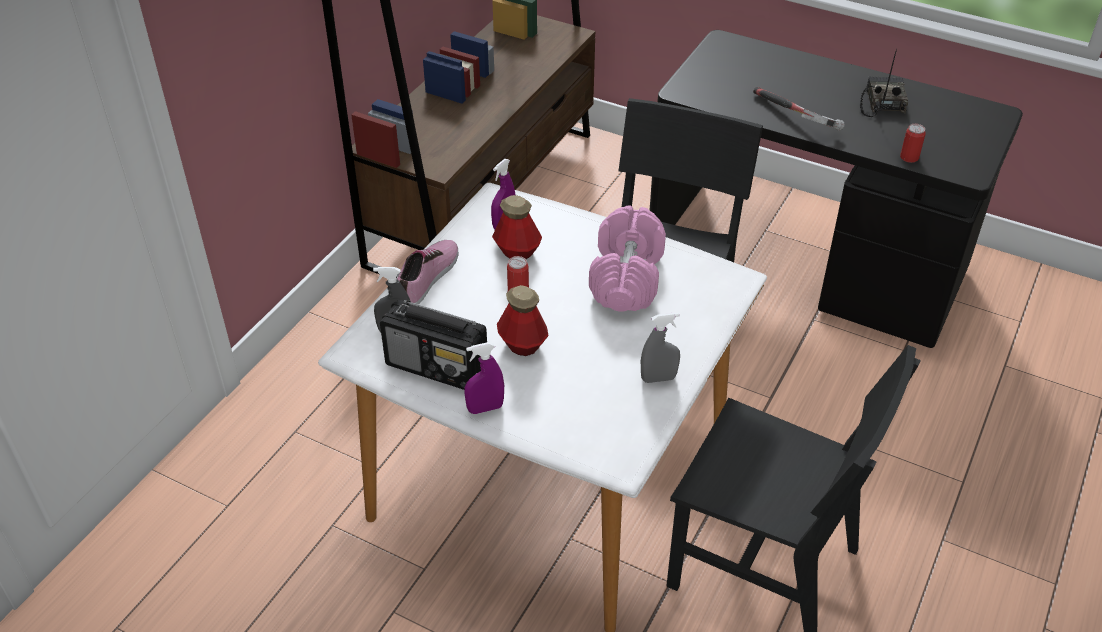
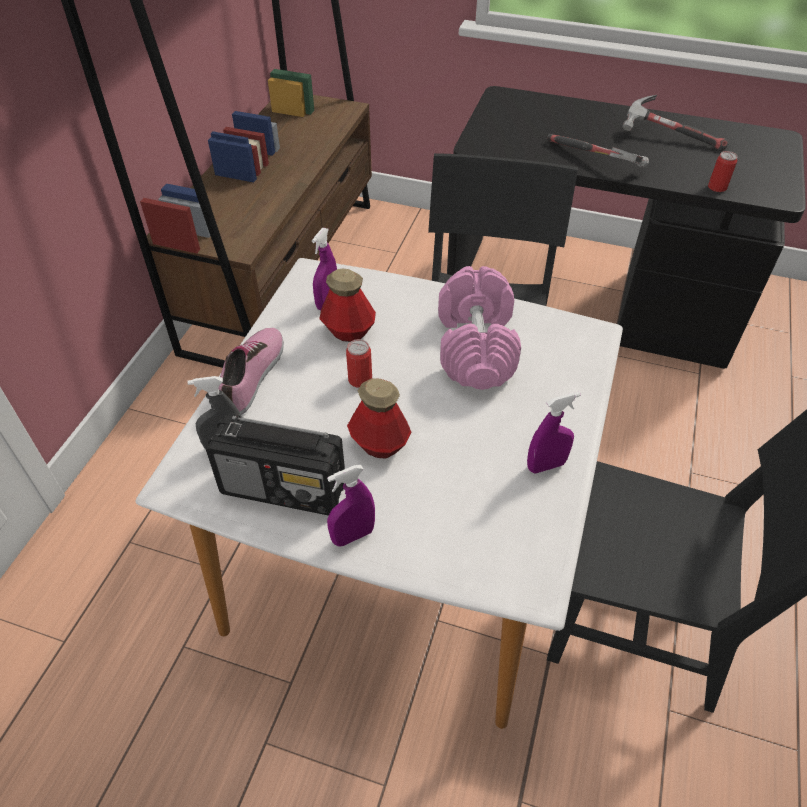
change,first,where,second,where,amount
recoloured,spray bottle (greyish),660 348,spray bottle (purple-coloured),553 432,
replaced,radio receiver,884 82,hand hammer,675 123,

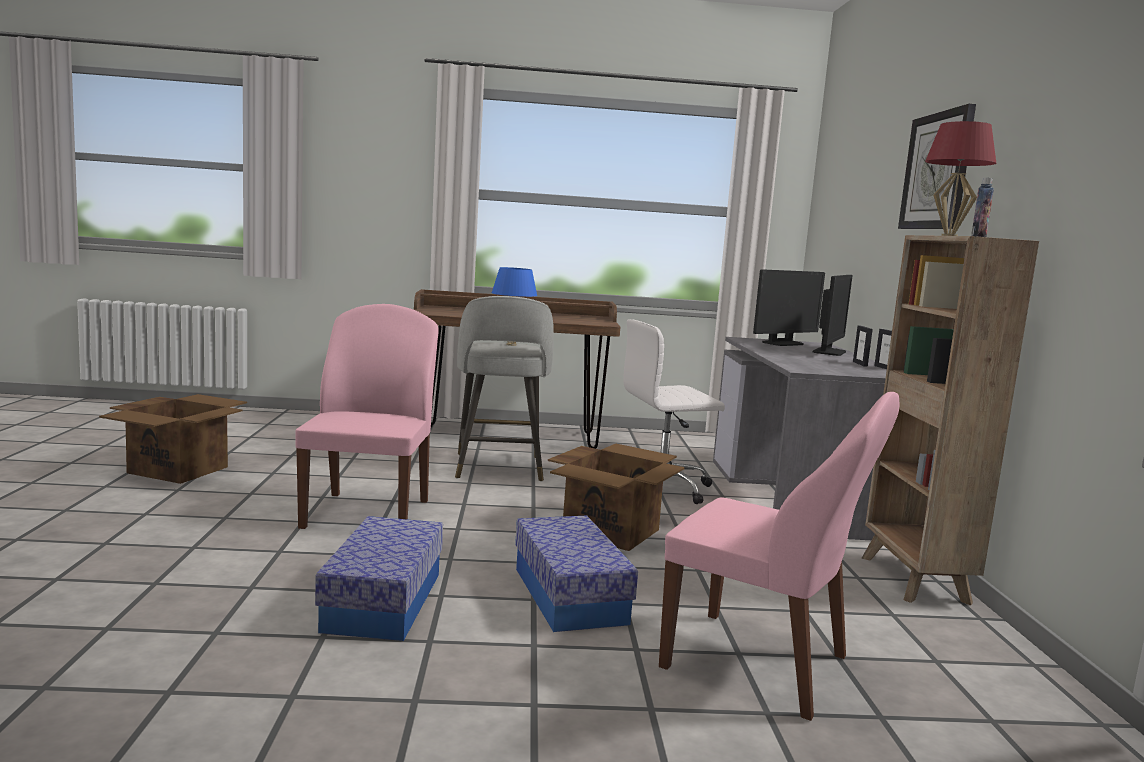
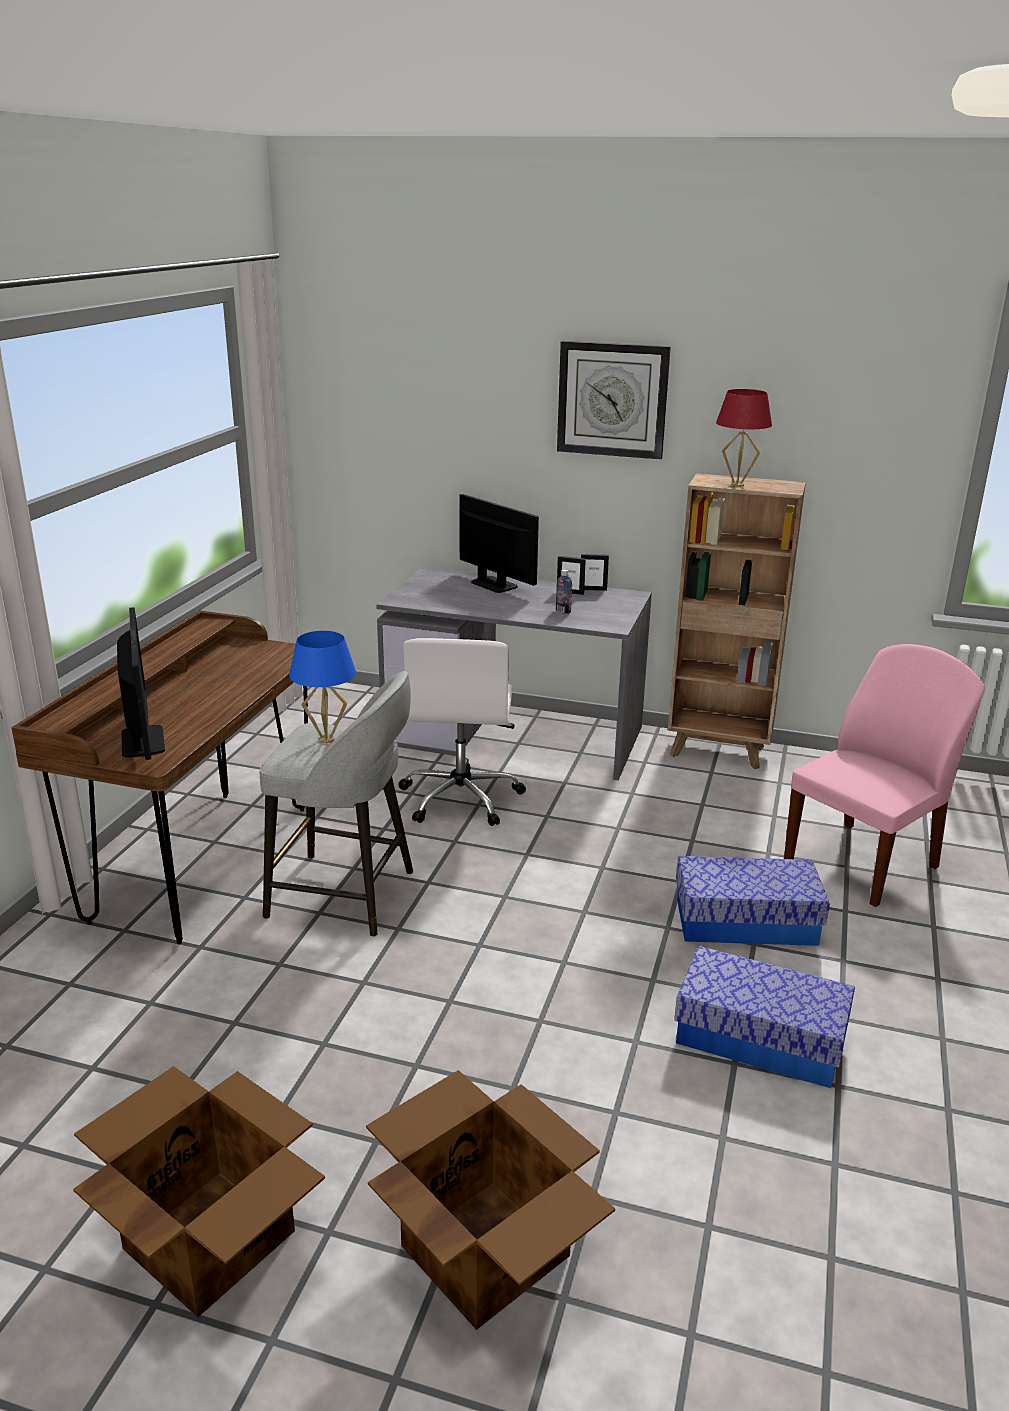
change,first,where,second,where,amount
moved,computer screen,789 307,,141 683,
moved,carton,616 497,,490 1200,
moved,bottle,982 207,,564 591,
removed,plain chair (pink-coloured),367 416,,,

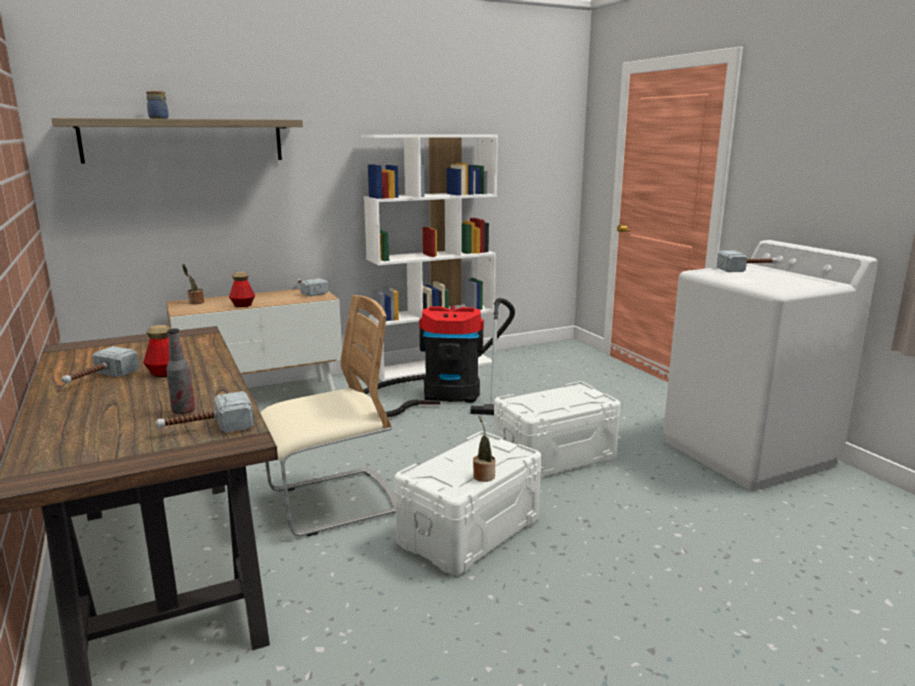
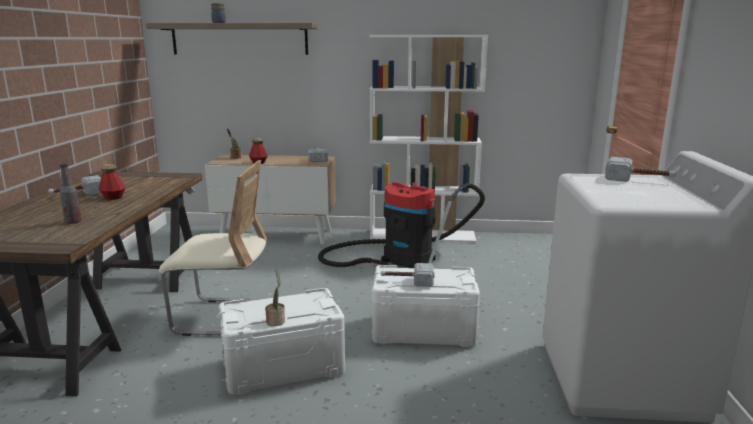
change,first,where,second,where,amount
moved,hand hammer,205 412,,407 275,

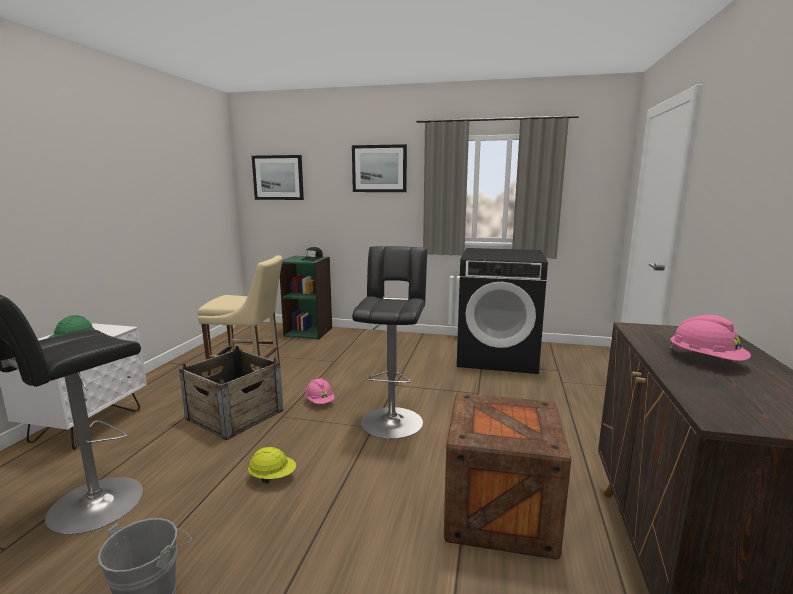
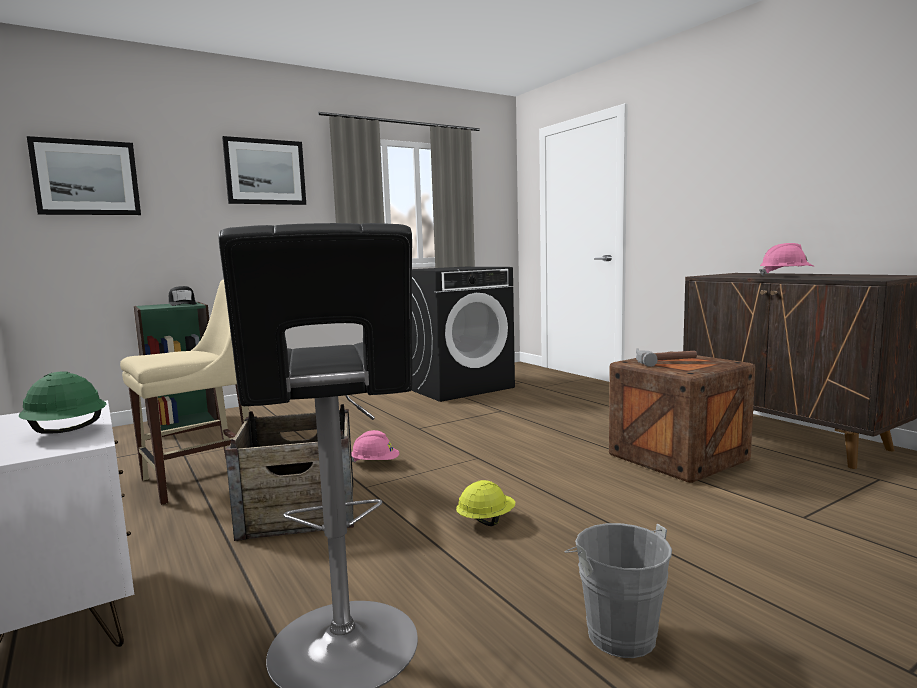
change,first,where,second,where,amount
added,,,hand hammer,666 357,
removed,stool (blackish),389 342,,,

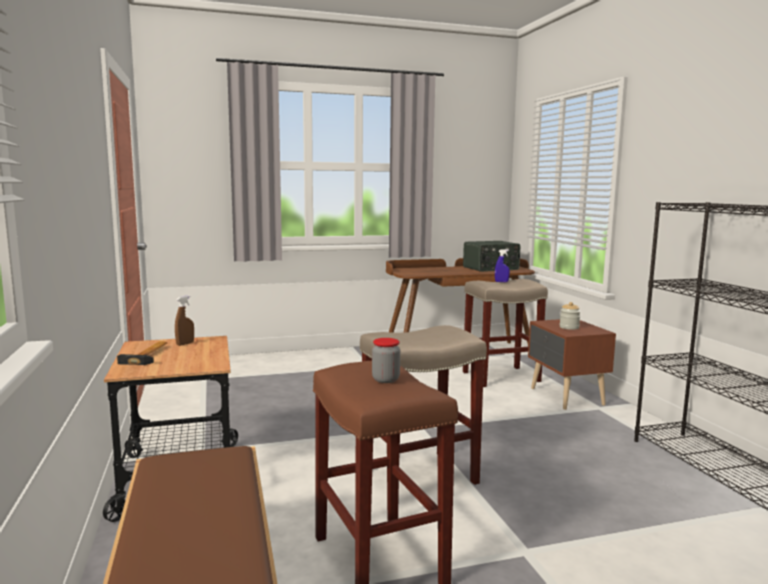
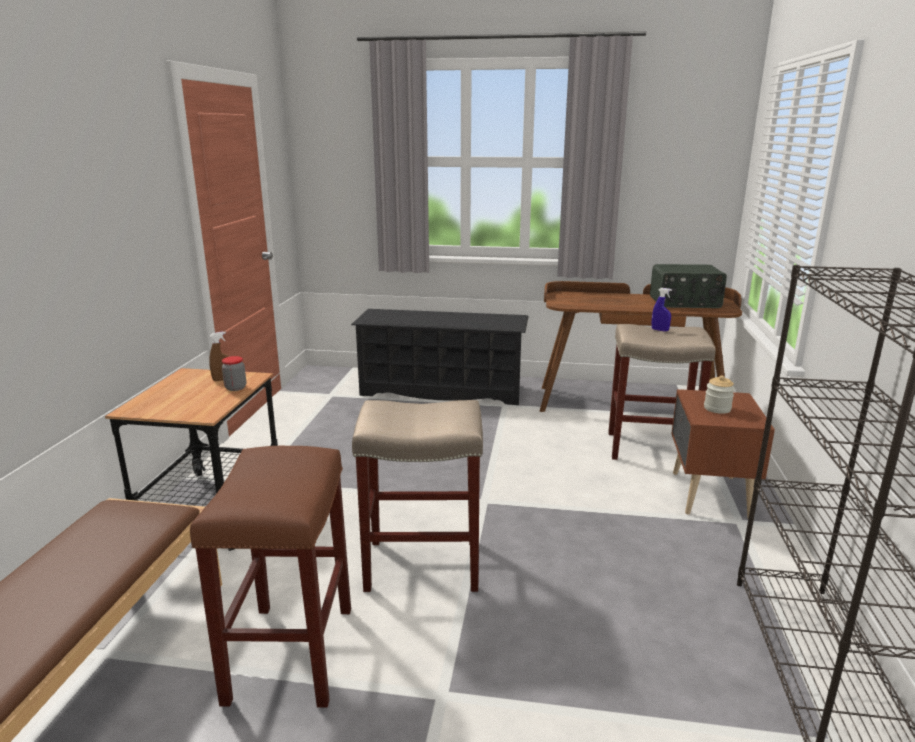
change,first,where,second,where,amount
moved,jar,386 360,,234 373,
added,,,shoe stand (blackish),440 357,
removed,hand hammer,142 353,,,

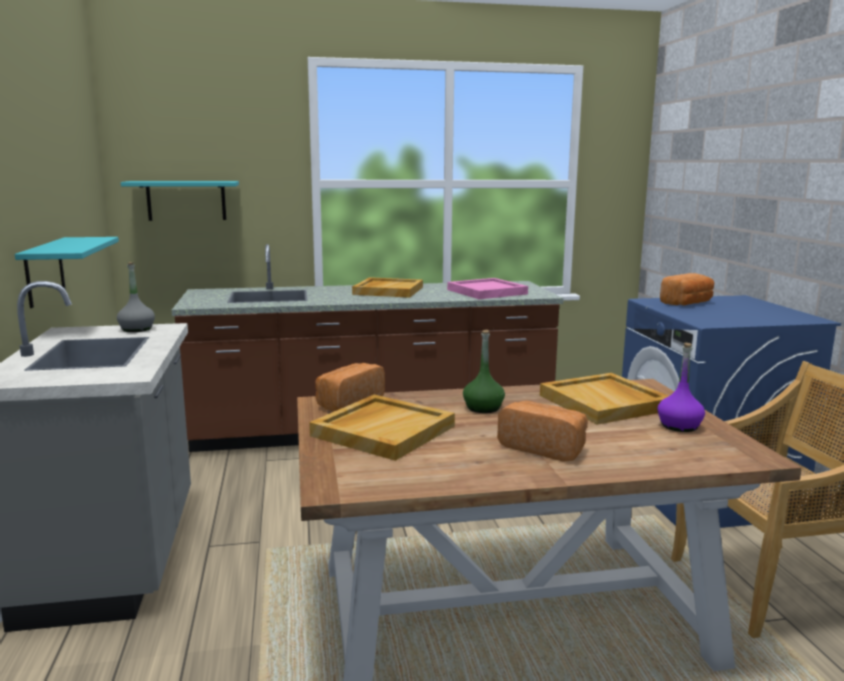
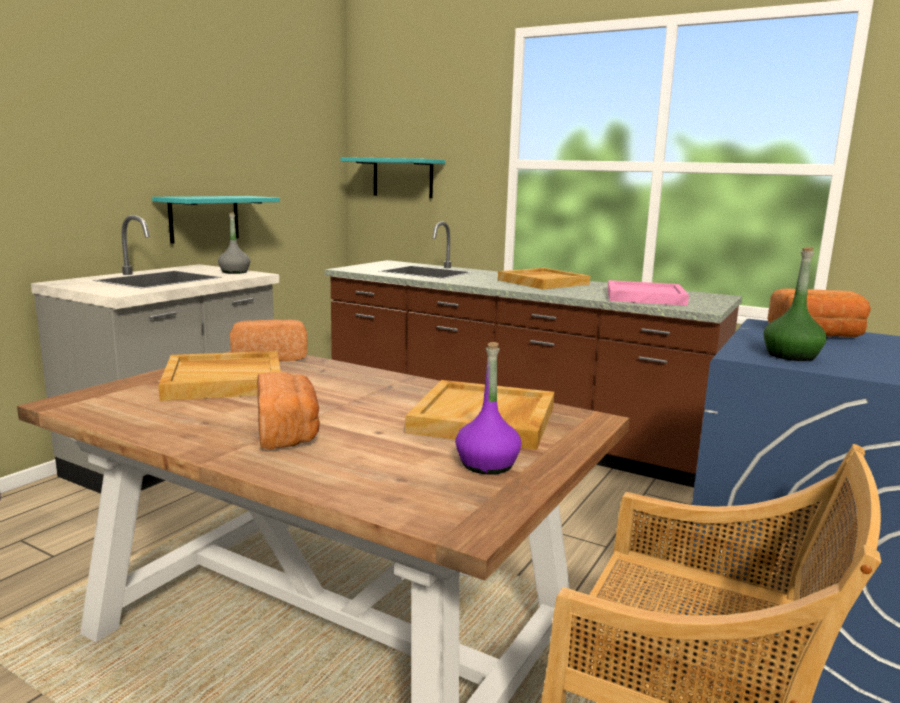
change,first,where,second,where,amount
moved,bottle (green),484 371,,795 304,

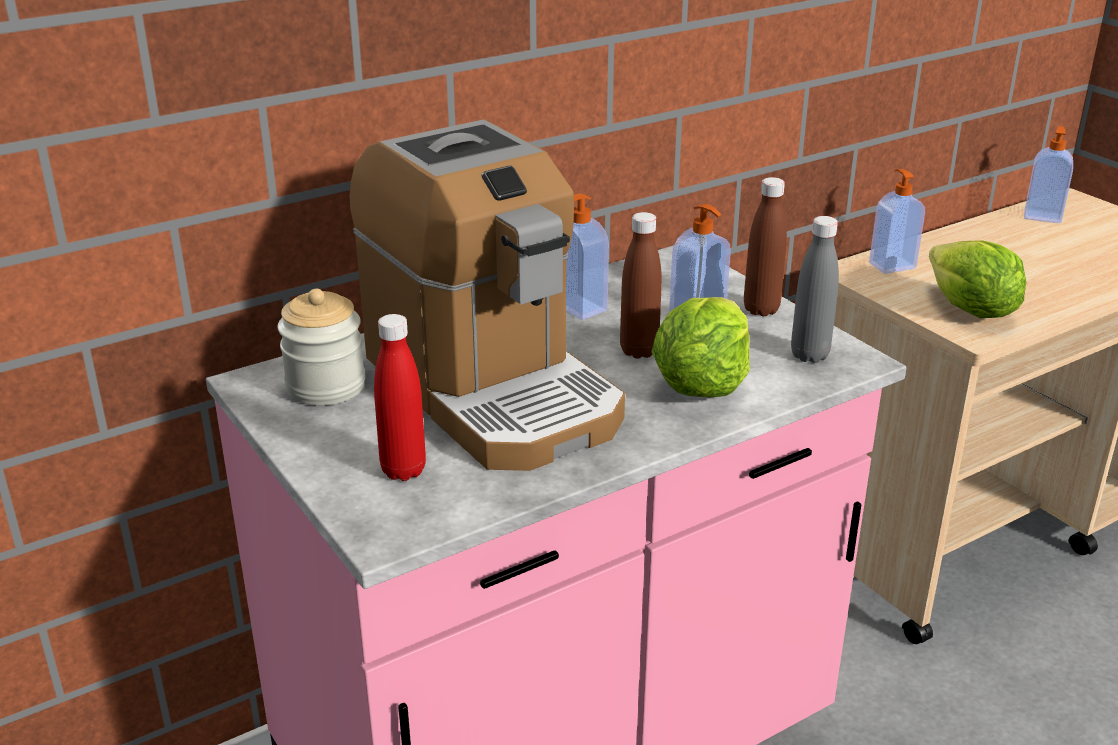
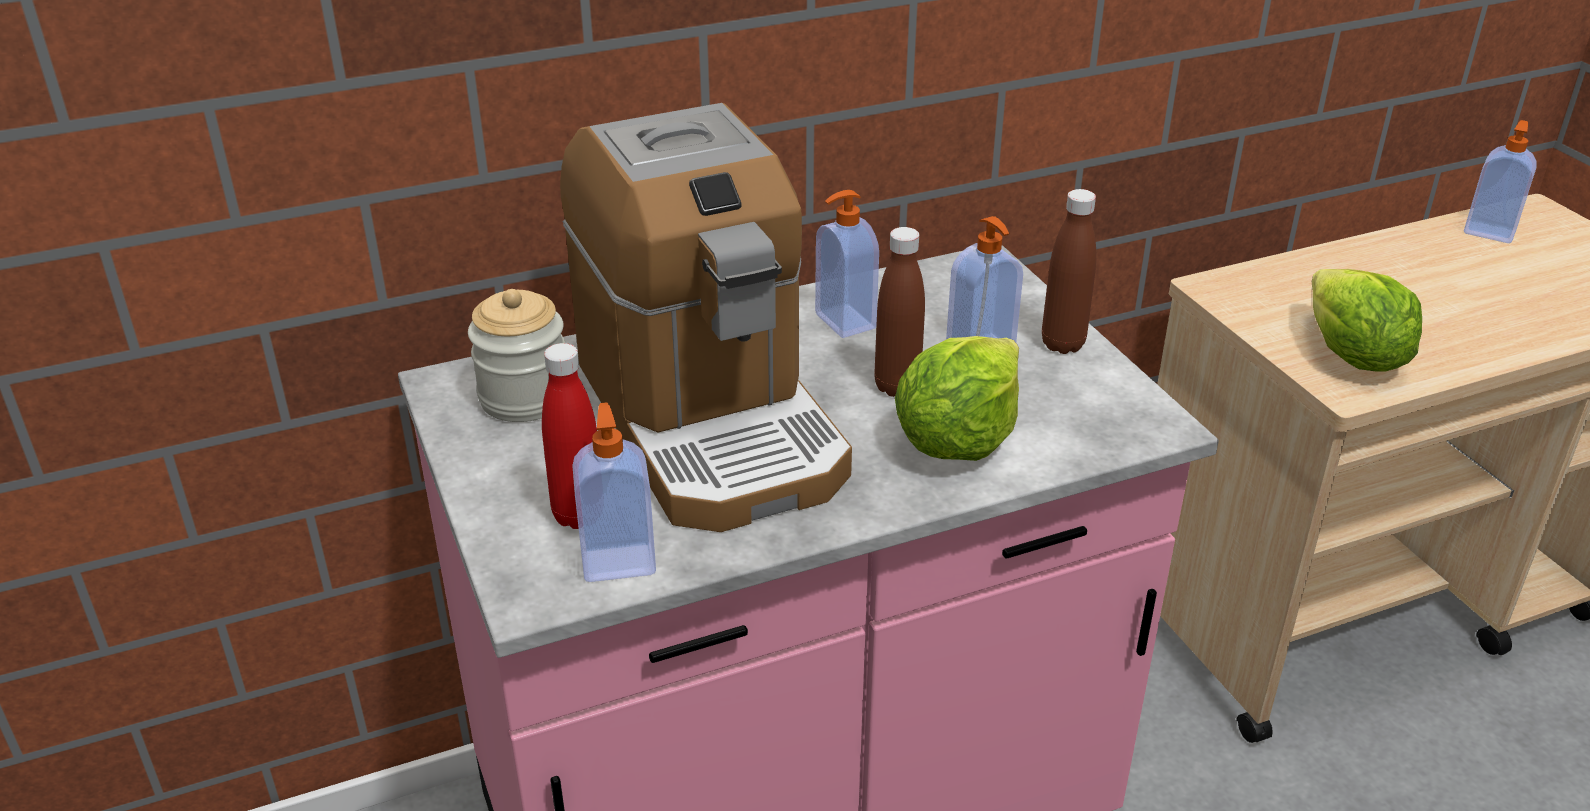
change,first,where,second,where,amount
moved,soap bottle,897 221,,614 492,
removed,bottle (greyish),815 289,,,

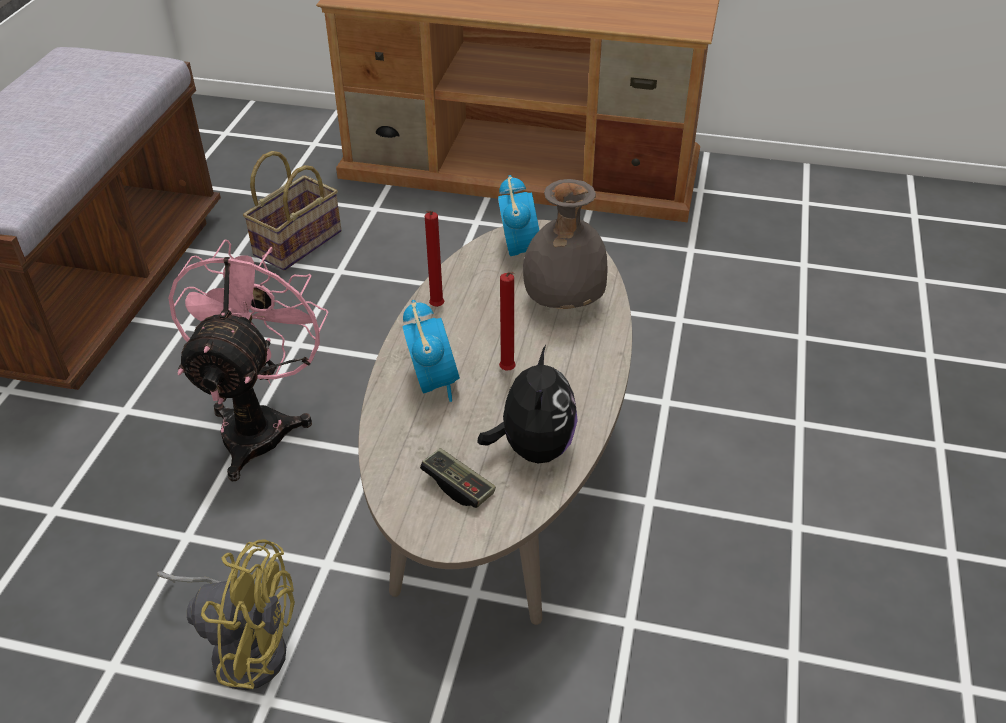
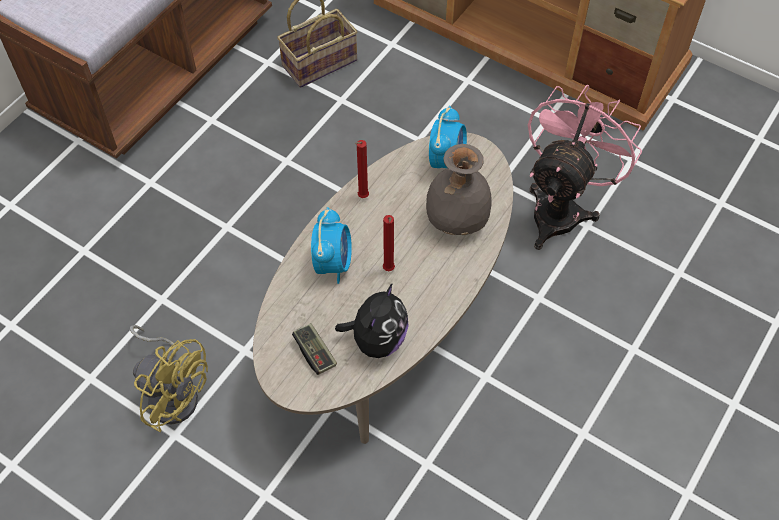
change,first,where,second,where,amount
moved,fan (pink-coloured),248 360,,585 167,

